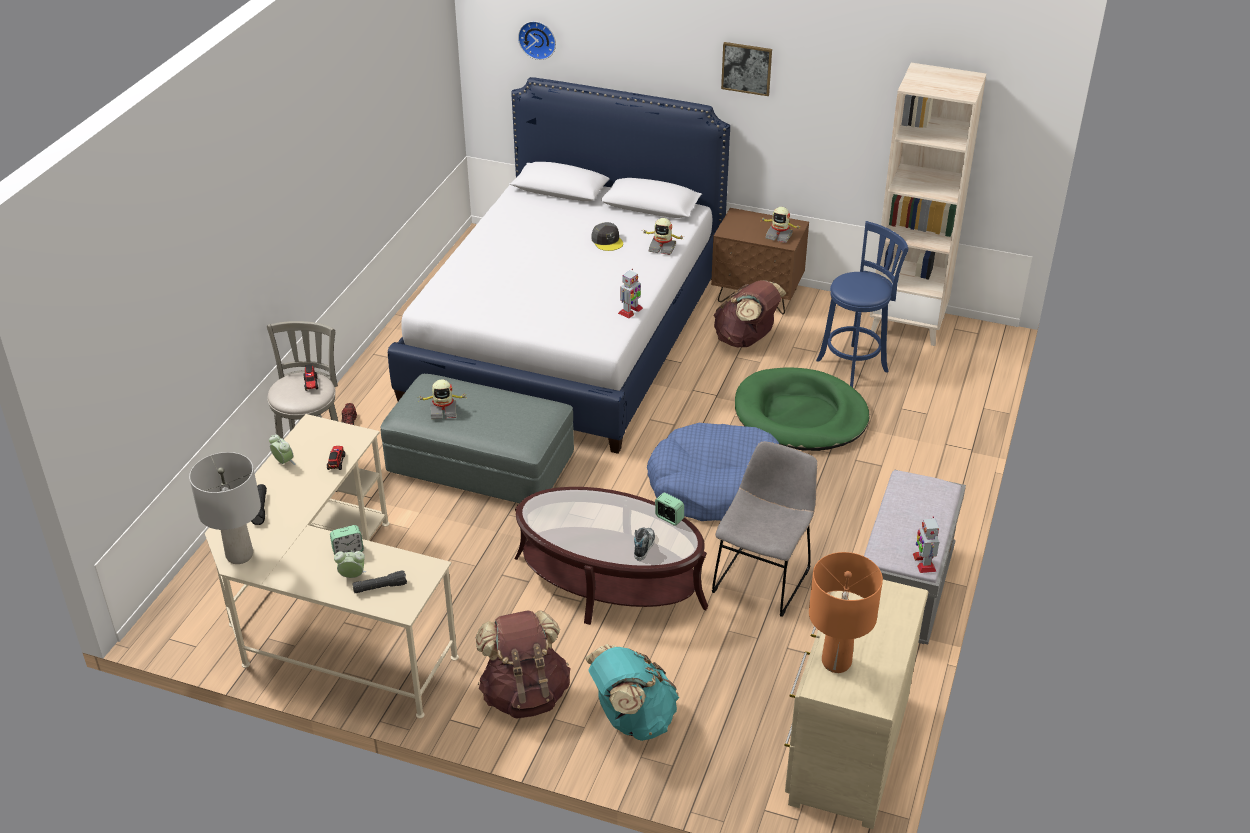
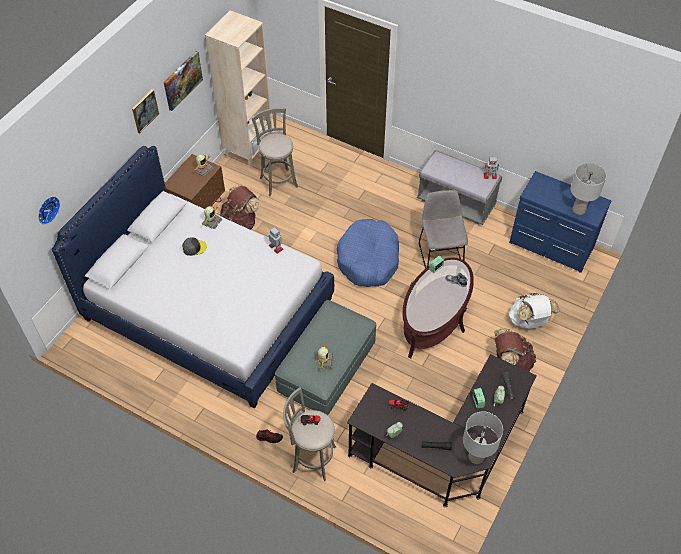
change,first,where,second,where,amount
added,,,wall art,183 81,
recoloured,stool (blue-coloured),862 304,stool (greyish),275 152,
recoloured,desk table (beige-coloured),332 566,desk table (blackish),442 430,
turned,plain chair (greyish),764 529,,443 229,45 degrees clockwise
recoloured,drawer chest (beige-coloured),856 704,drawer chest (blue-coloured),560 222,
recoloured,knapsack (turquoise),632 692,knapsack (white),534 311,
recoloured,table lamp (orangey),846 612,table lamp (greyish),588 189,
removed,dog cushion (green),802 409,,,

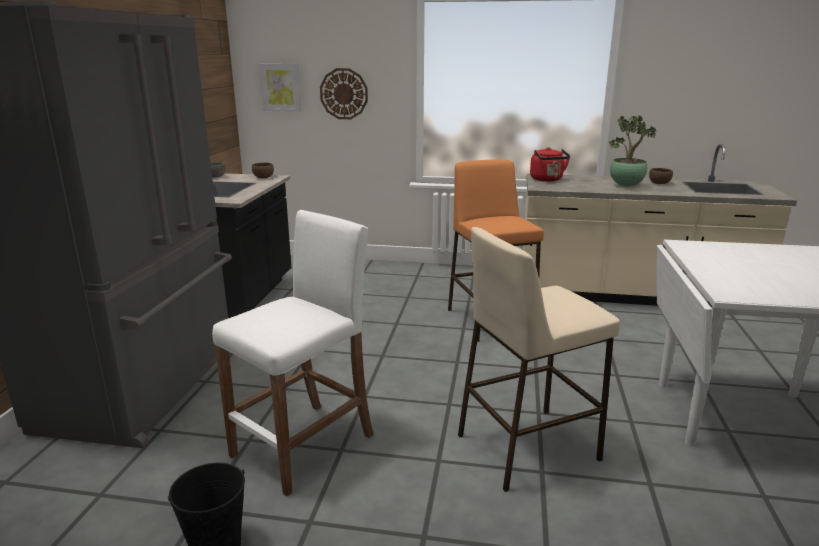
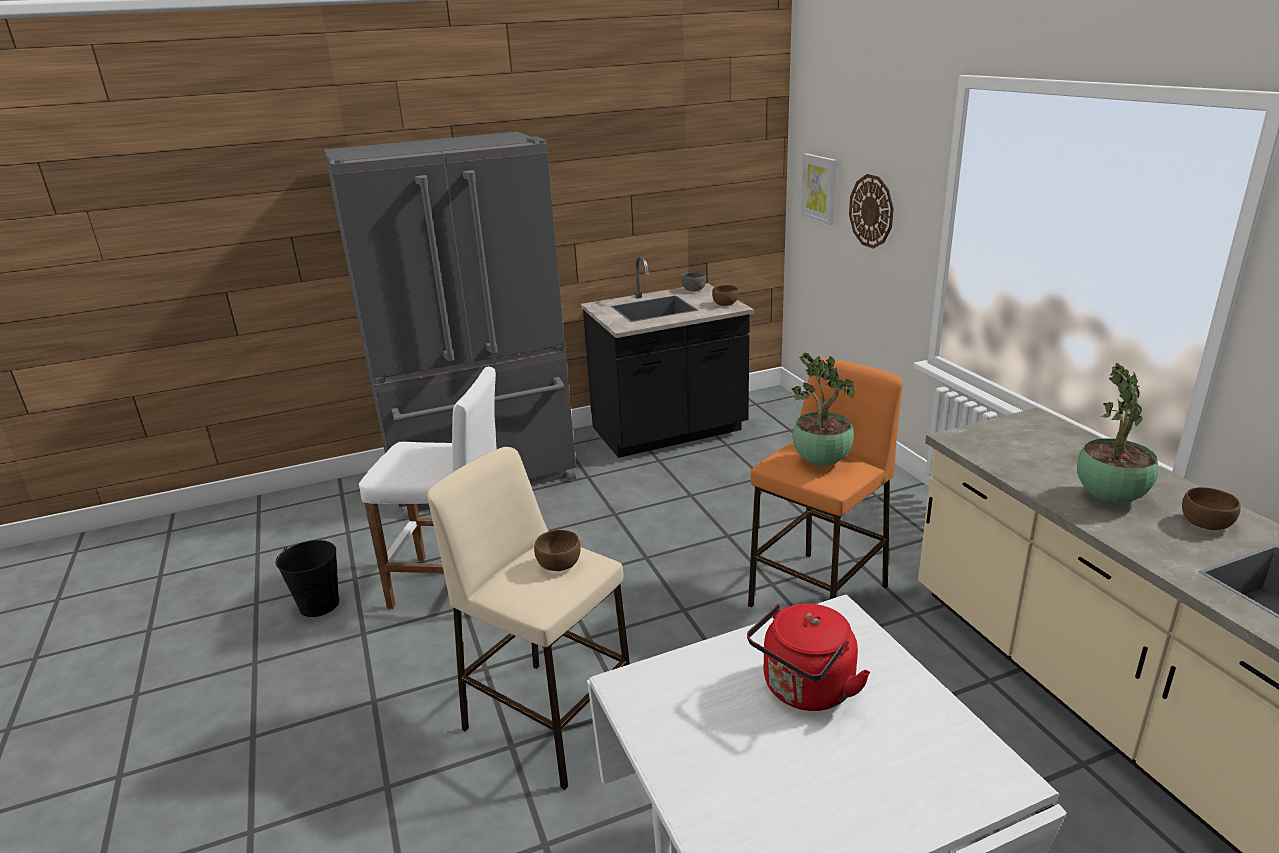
change,first,where,second,where,amount
added,,,bowl (brownish),557 550,
moved,kettle (reddish),550 164,,809 657,
added,,,potted plant,823 409,

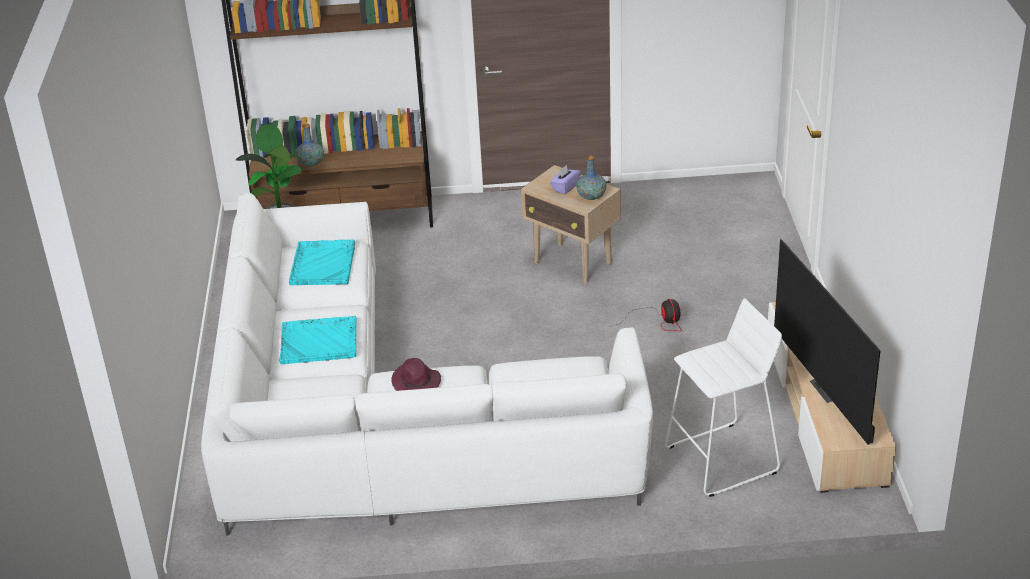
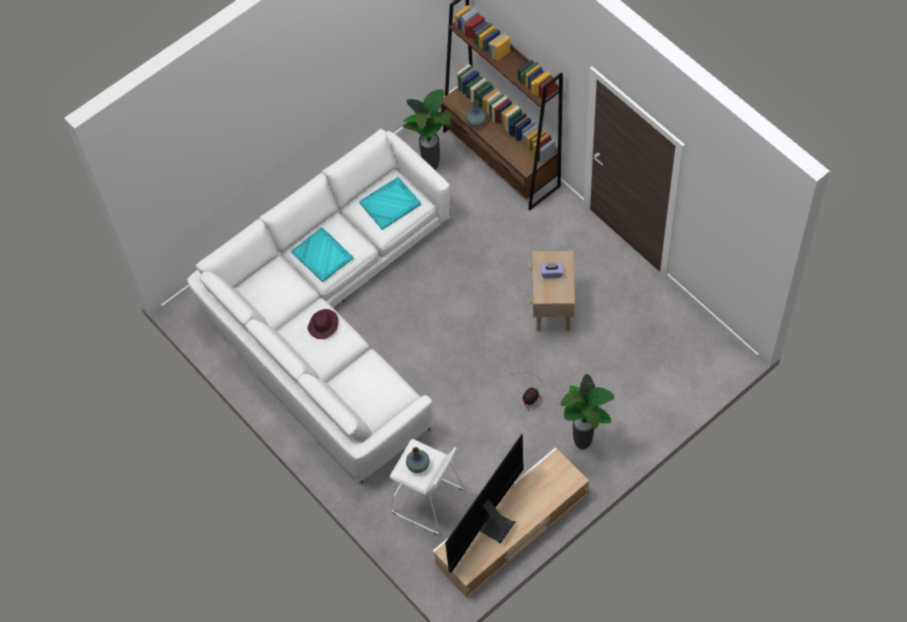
change,first,where,second,where,amount
moved,vase,591 177,,418 460,
added,,,potted plant,587 411,

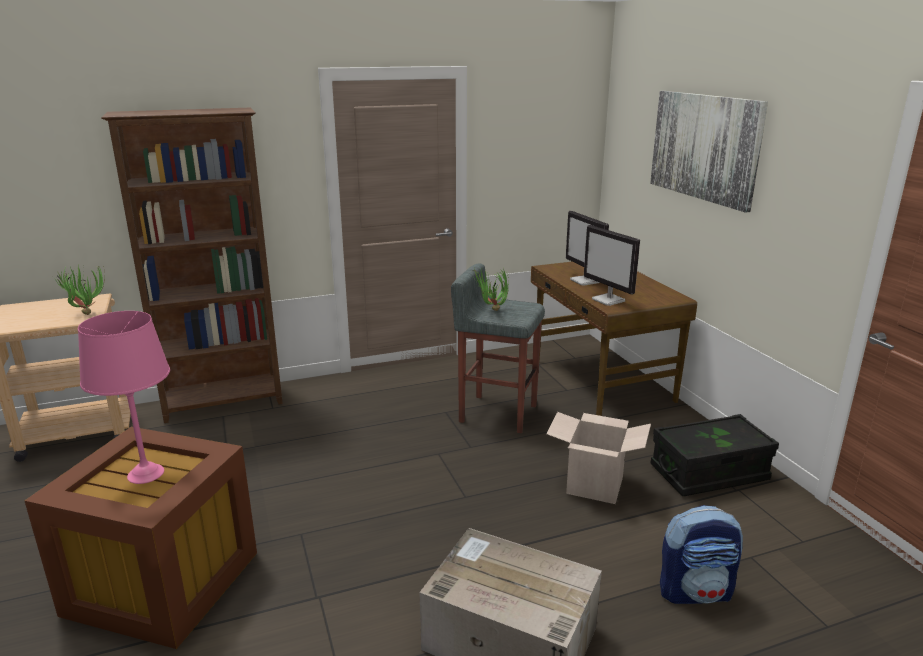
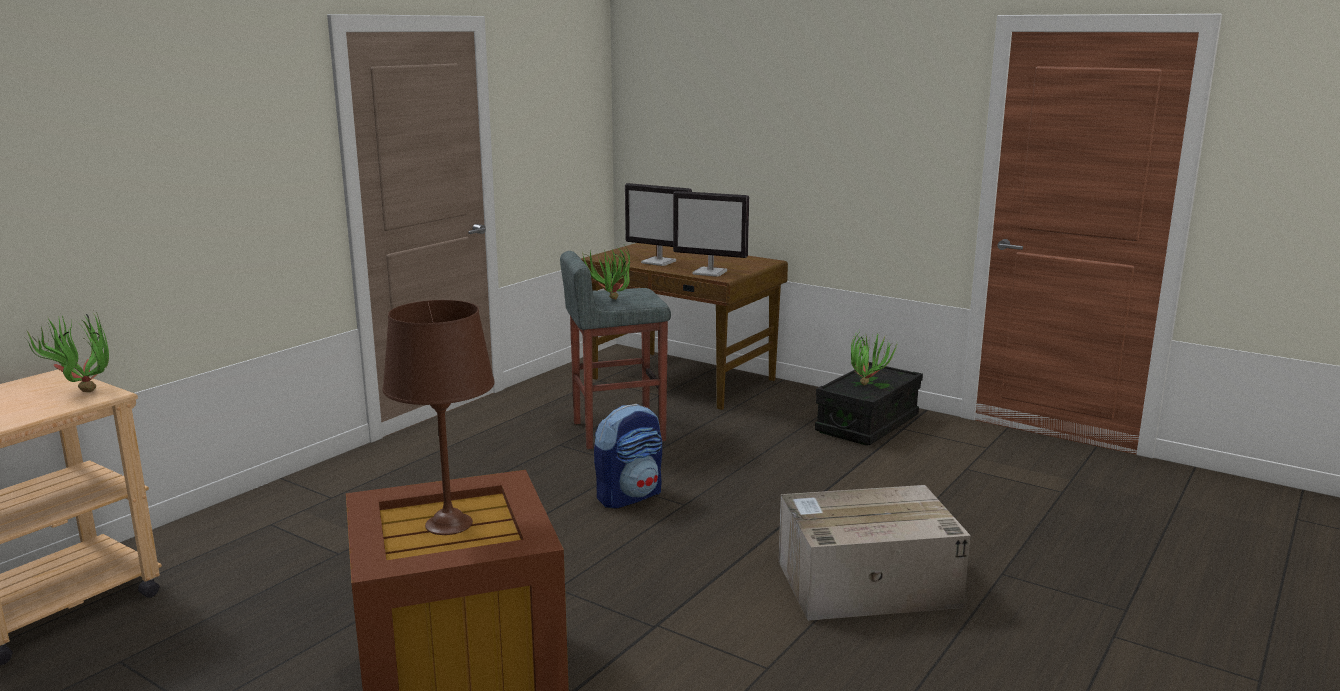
change,first,where,second,where,amount
recoloured,table lamp (pink-coloured),124 397,table lamp (brownish),438 417,
moved,knapsack,701 554,,628 456,
added,,,potted plant,874 358,
removed,bookcase (brownish),192 265,,,
removed,carton,599 458,,,
removed,wall art,709 152,,,

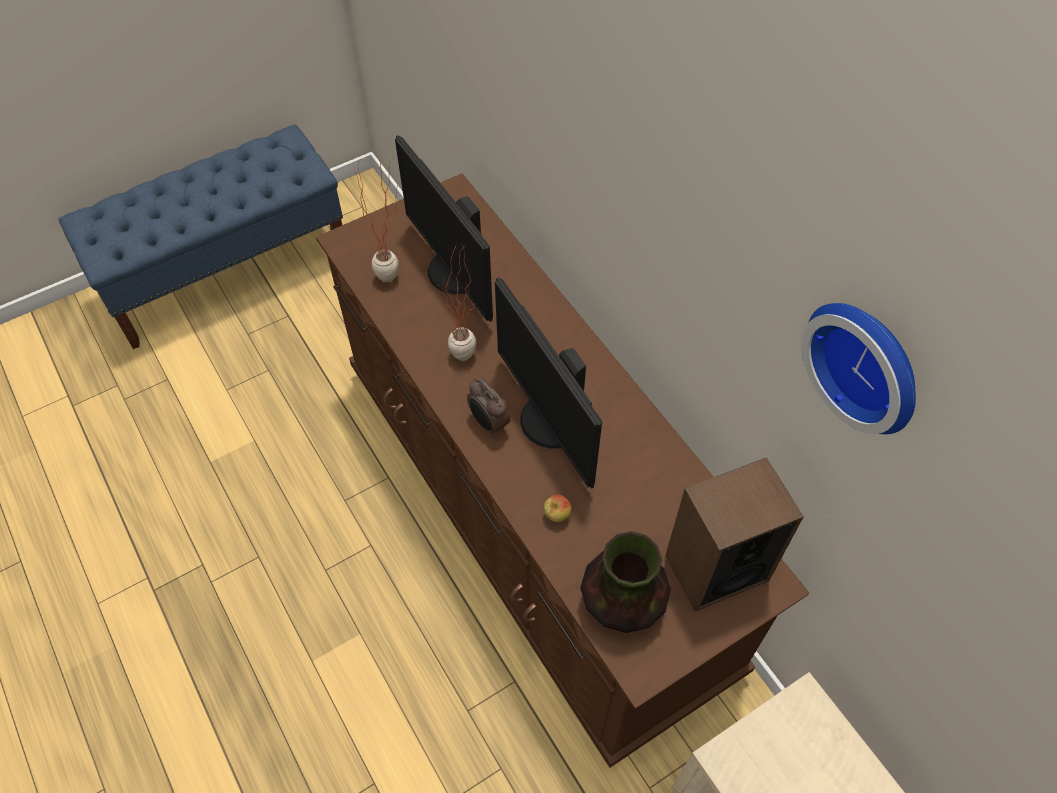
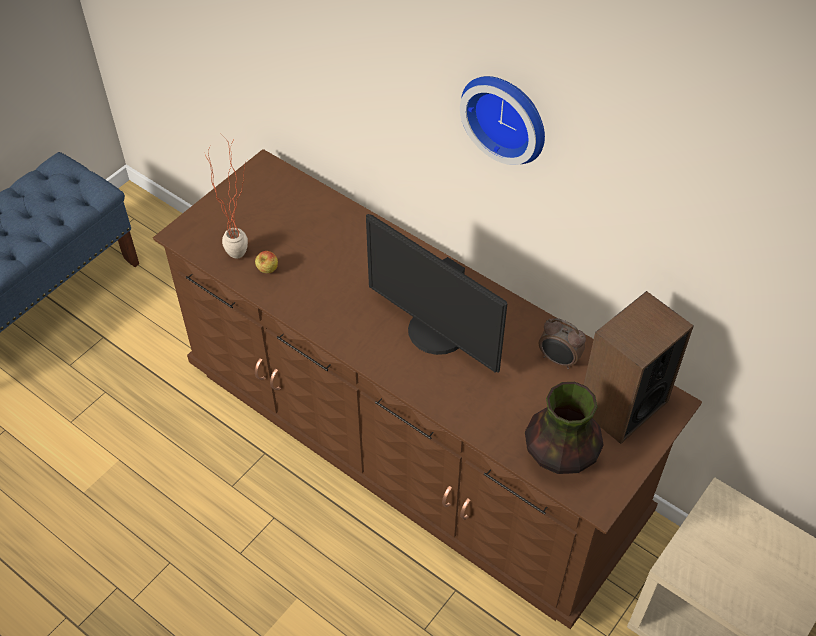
change,first,where,second,where,amount
moved,apple fruit,558 508,,266 262,
moved,clock on the wall,859 368,,502 120,
moved,alarm clock,488 407,,562 343,
removed,computer screen,444 228,,,
removed,potted plant,457 302,,,

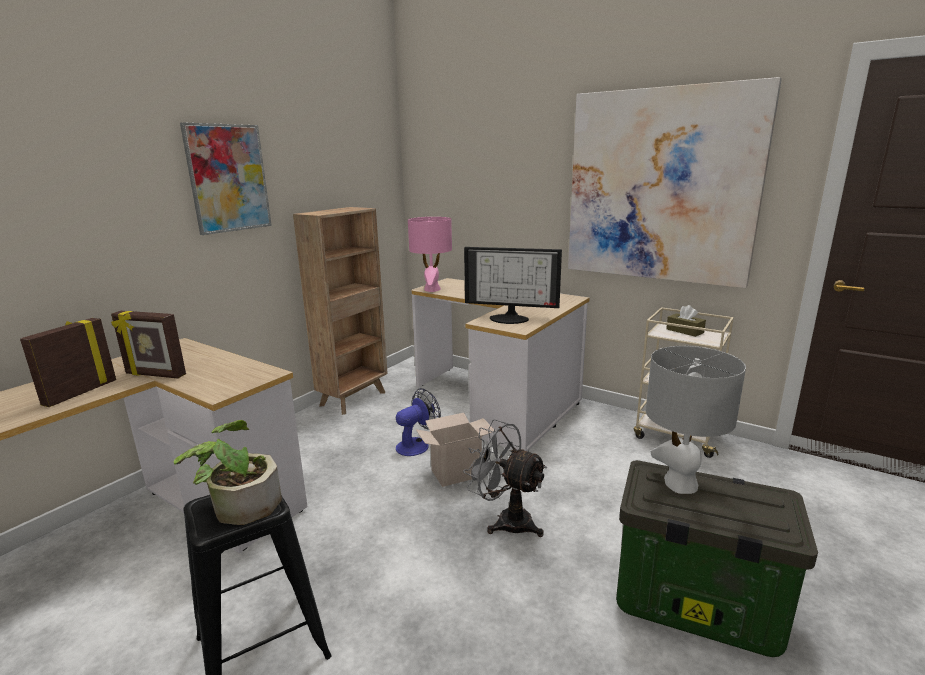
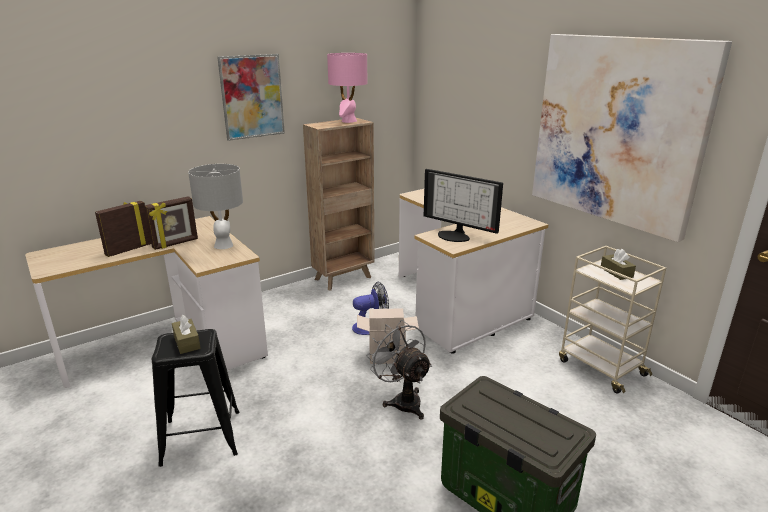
change,first,where,second,where,amount
turned,standing frame,148 344,,171 223,75 degrees counterclockwise
replaced,potted plant,228 472,tissue box (brownish),186 334,
moved,table lamp (greyish),696 420,,215 206,
moved,table lamp (pink-coloured),430 254,,347 88,

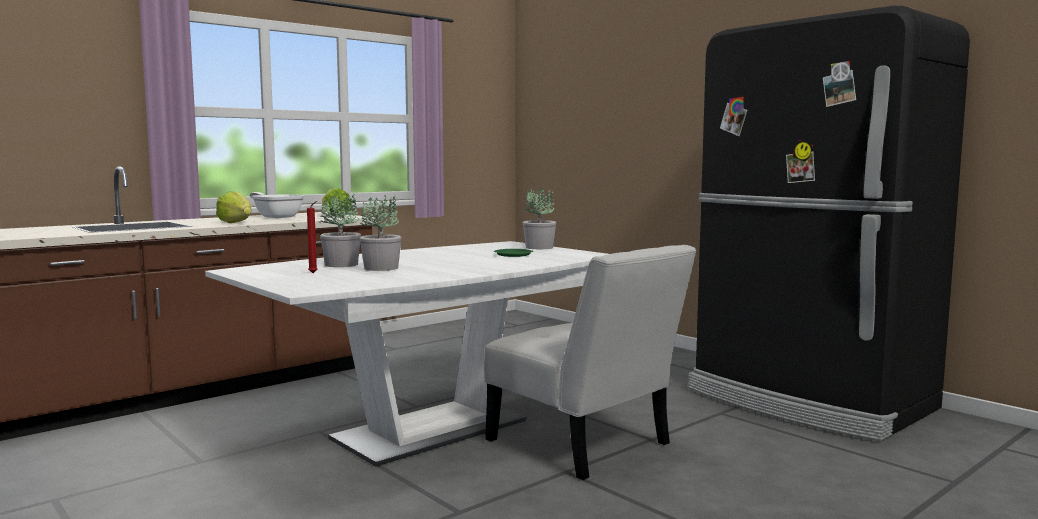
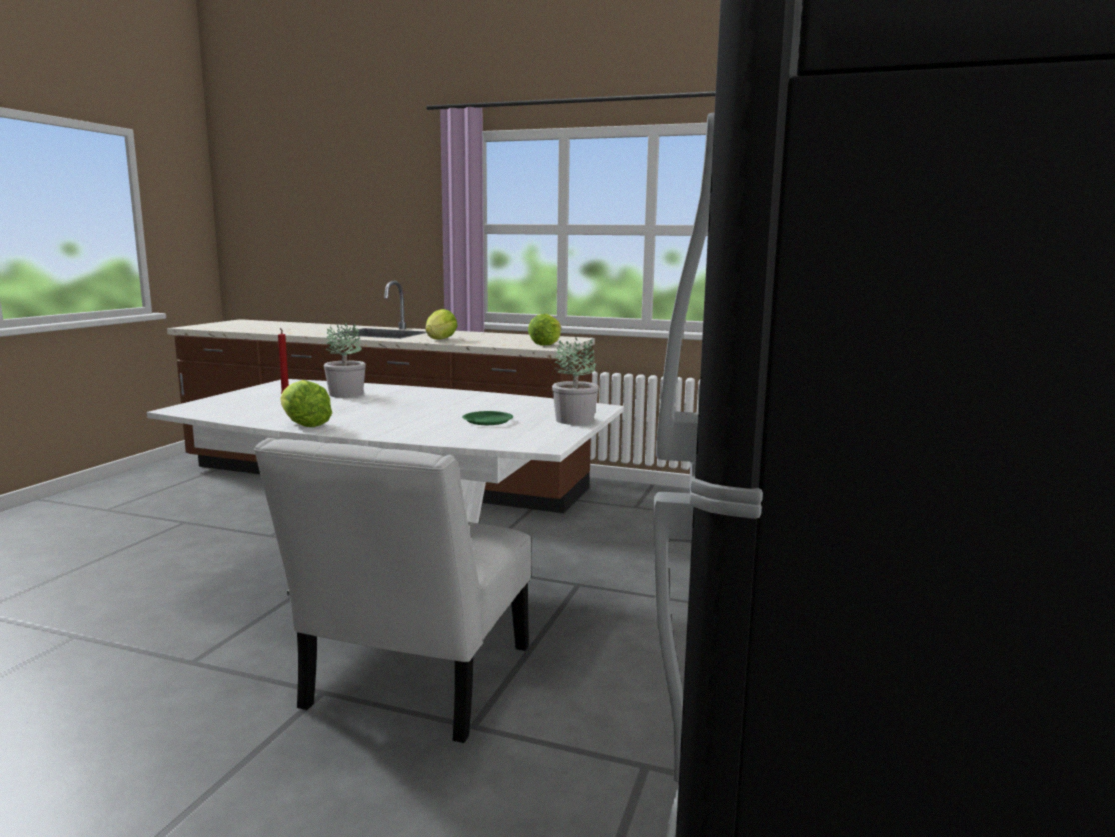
change,first,where,second,where,amount
added,,,lettuce,306 403,
removed,pan,277 205,,,
removed,potted plant,381 232,,,

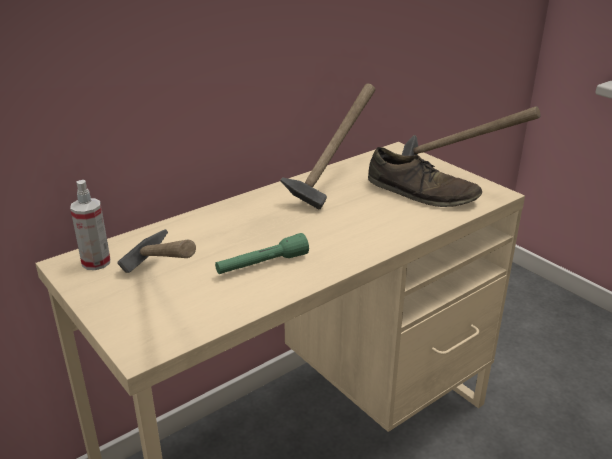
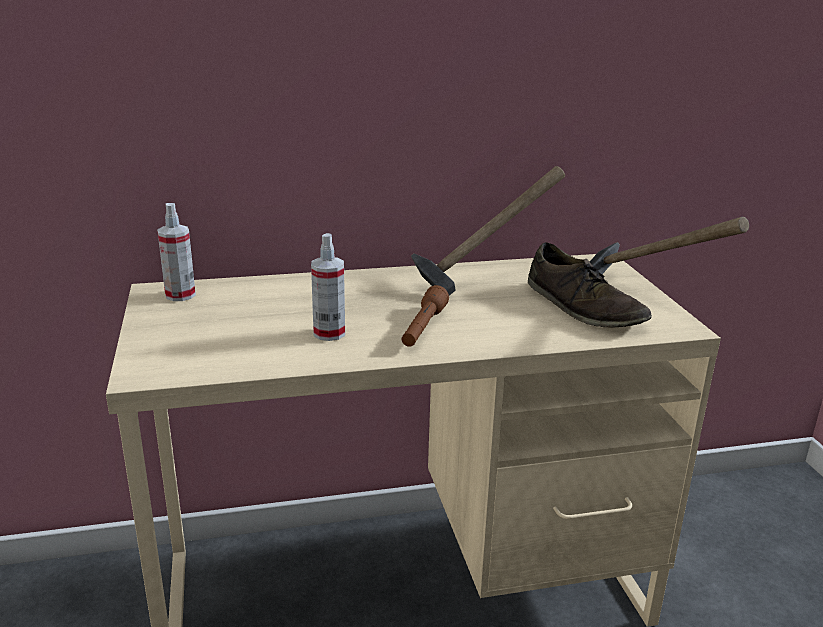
change,first,where,second,where,amount
replaced,torch (green),262 253,spray bottle,328 287,
added,,,torch (brownish),425 316,
removed,hand hammer,156 251,,,

